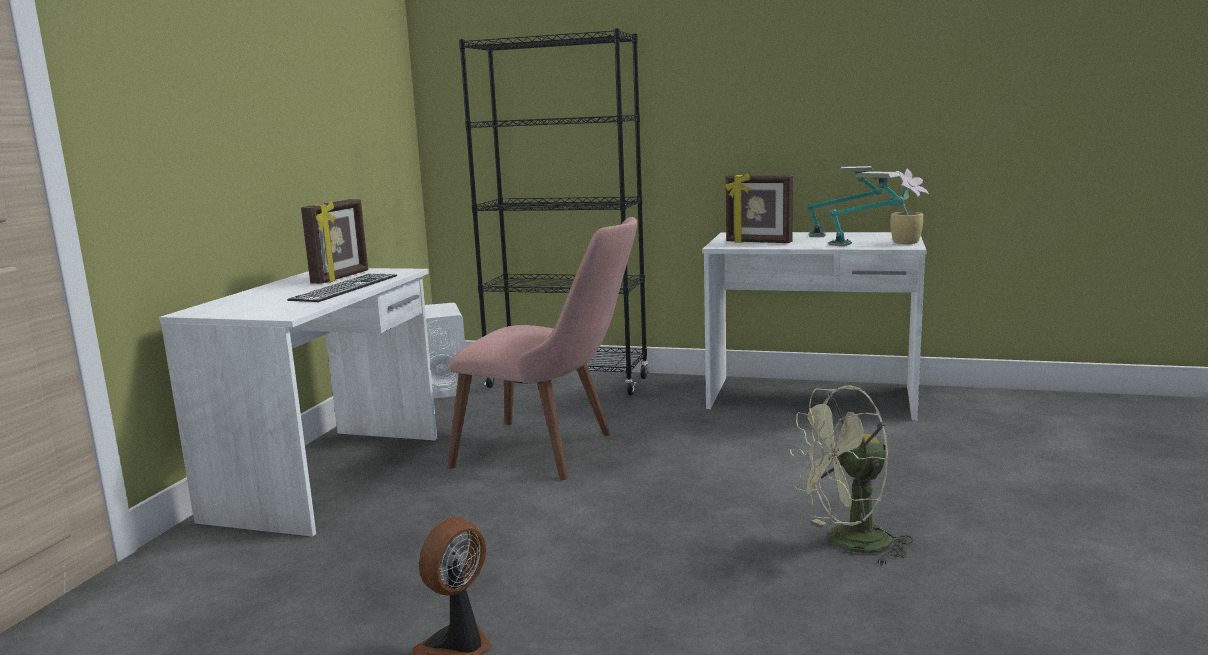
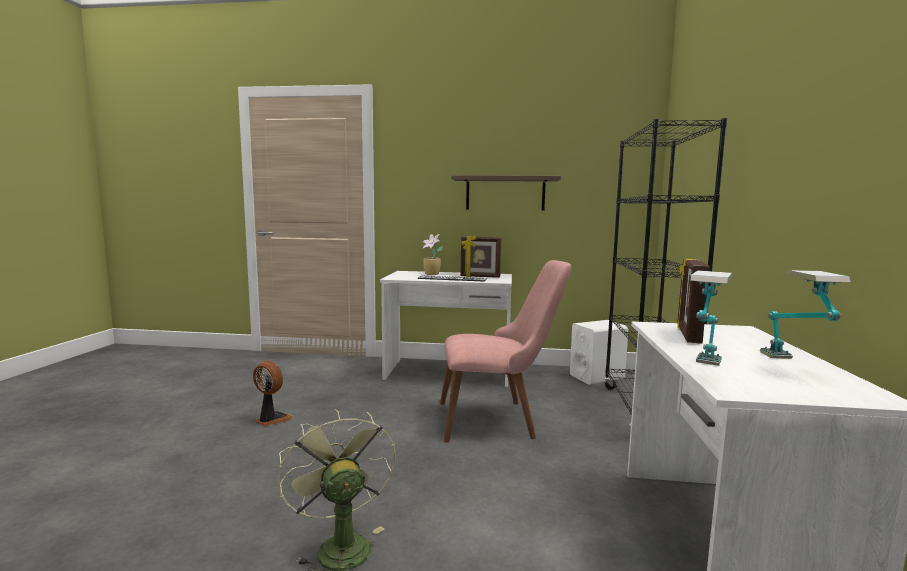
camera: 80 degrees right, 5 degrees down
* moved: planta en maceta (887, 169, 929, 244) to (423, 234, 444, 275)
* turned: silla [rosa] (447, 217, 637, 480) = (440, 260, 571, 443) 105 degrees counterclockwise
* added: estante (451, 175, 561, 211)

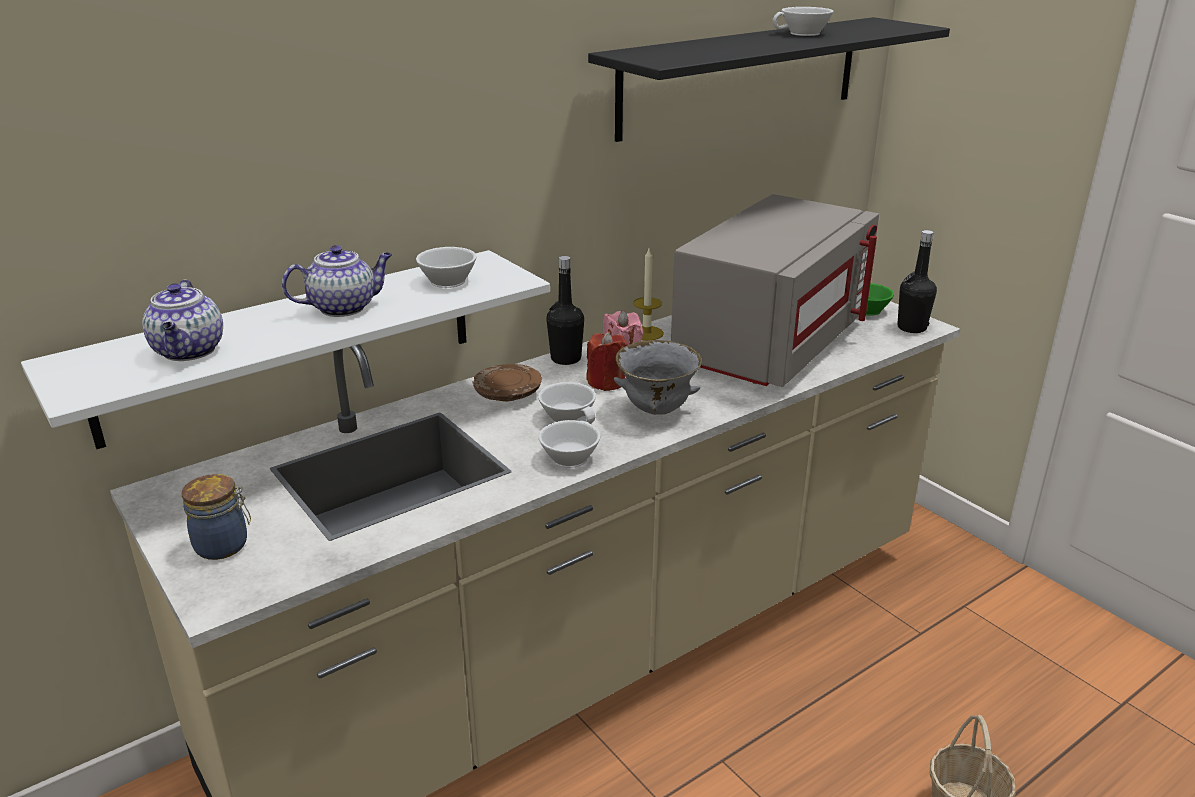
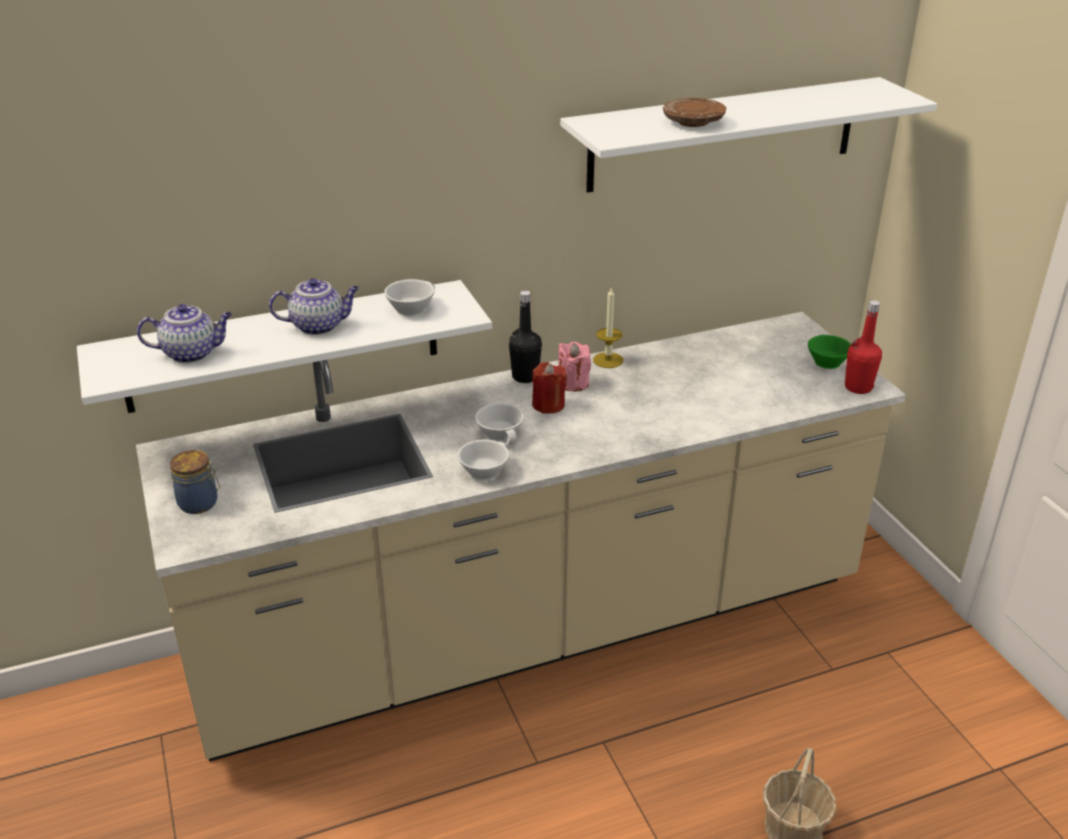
camera: 15 degrees right, 5 degrees up
* removed: taza [blanco] (772, 7, 833, 36)
* recoloured: estante [negro] (588, 17, 950, 142) to estante [blanco] (560, 77, 937, 193)
* removed: microondas [gris] (671, 194, 879, 387)
* recoloured: botella [negro] (897, 230, 937, 333) to botella [rojo] (845, 300, 882, 394)
* turned: tetera (142, 279, 223, 361) = (137, 304, 232, 363) 105 degrees counterclockwise
* removed: cuenco [gris] (614, 340, 702, 415)
* moved: plato [marrón] (473, 364, 542, 401) to (663, 98, 726, 127)

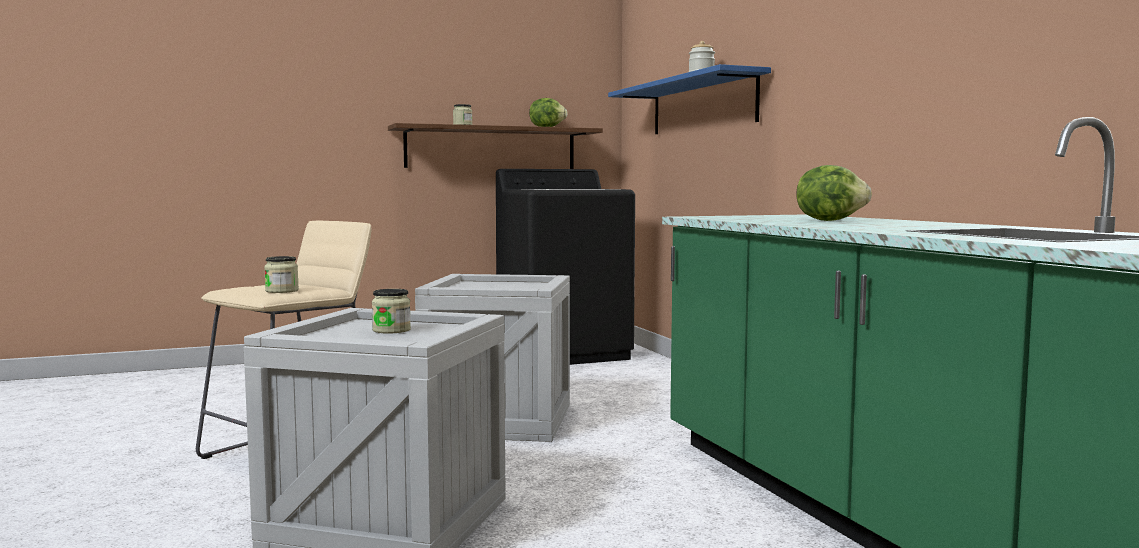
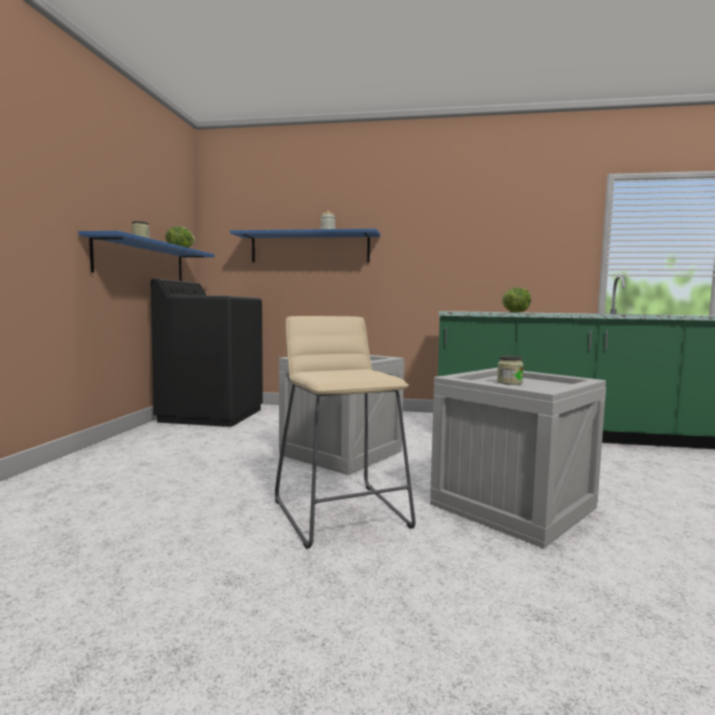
camera: 60 degrees left, 0 degrees up
* recoloured: estante [marrón] (388, 123, 603, 169) to estante [azul] (79, 231, 215, 281)
* removed: tarro (264, 256, 299, 293)

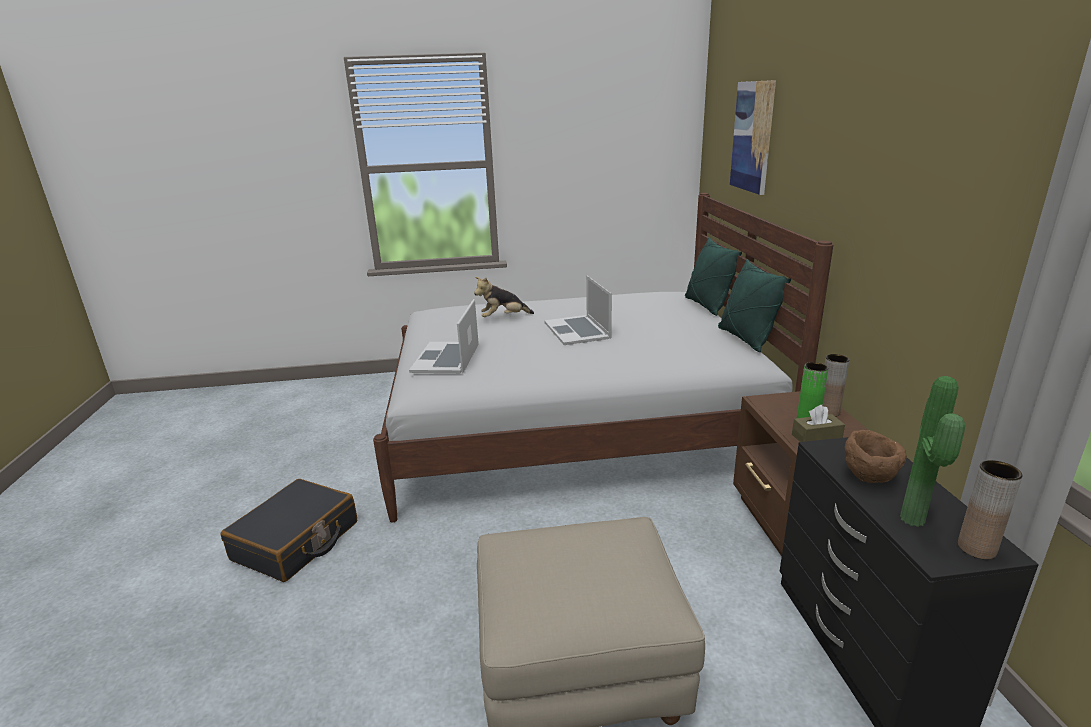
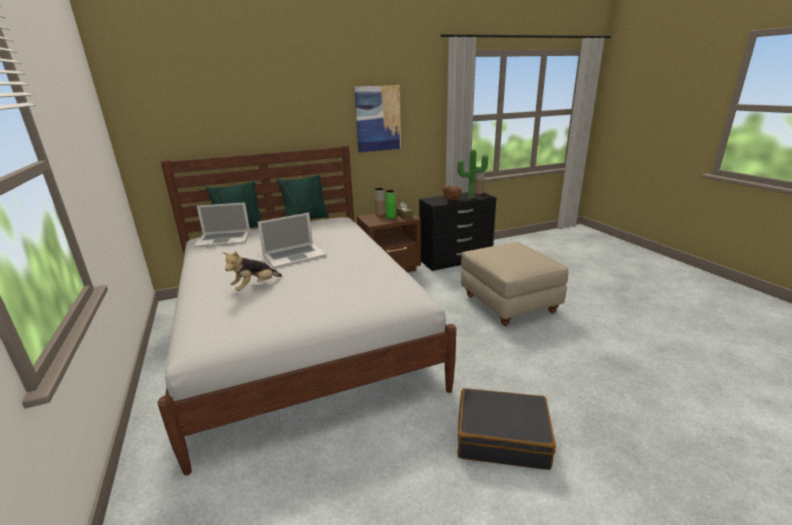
camera: 105 degrees left, 0 degrees up
* moved: cuadro (730, 80, 776, 195) to (354, 85, 401, 152)
* turned: peluche (474, 277, 534, 317) = (222, 251, 282, 291) 75 degrees clockwise
* moved: portátil (409, 299, 479, 373) to (194, 202, 250, 247)

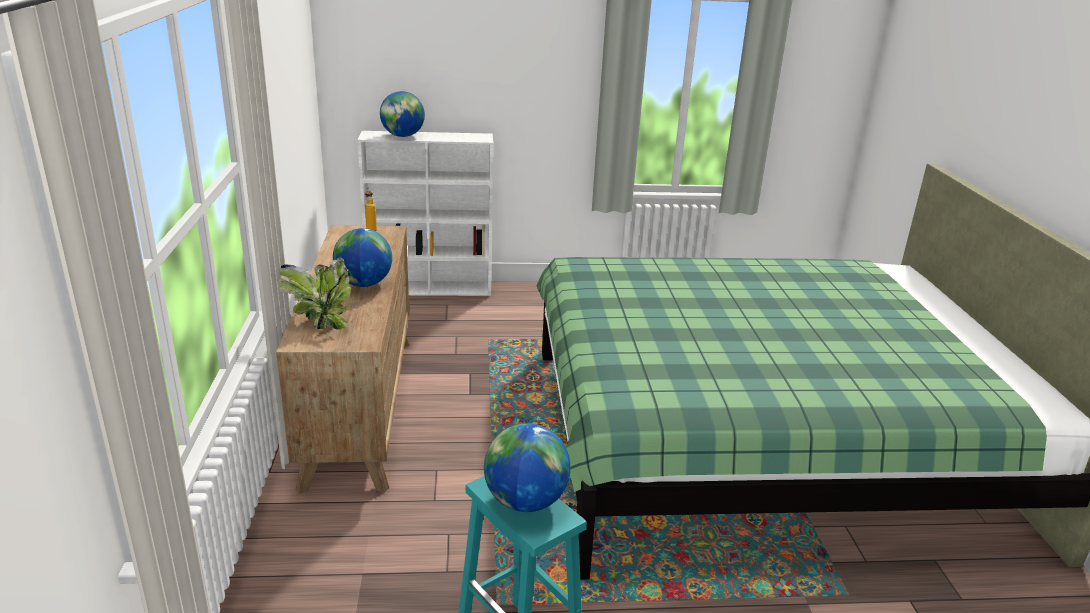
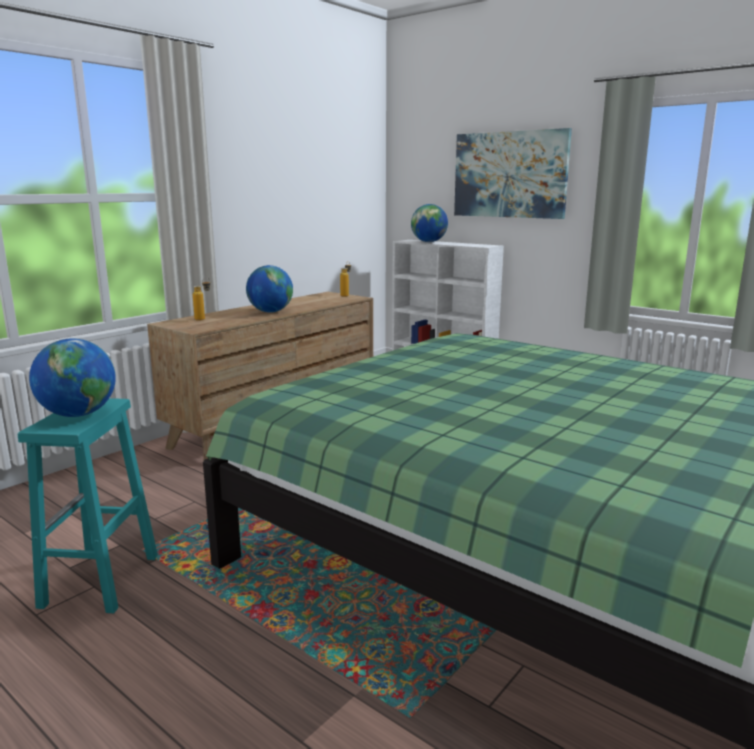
camera: 45 degrees right, 10 degrees down
* replaced: planta en maceta (278, 257, 351, 330) to botella (193, 278, 211, 321)
* added: cuadro (454, 128, 572, 219)

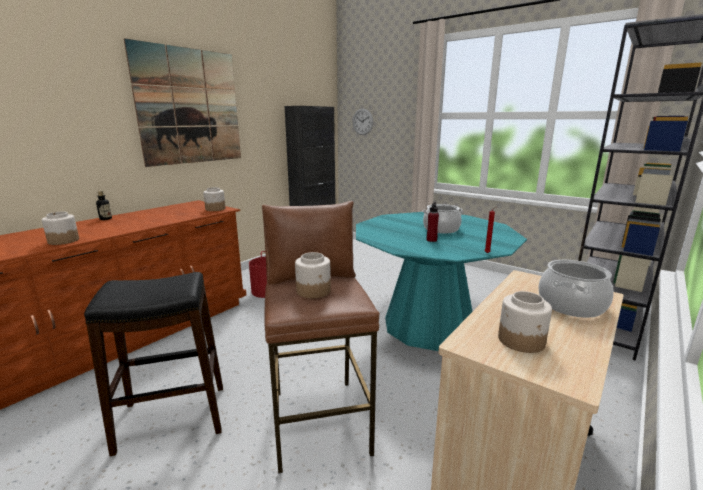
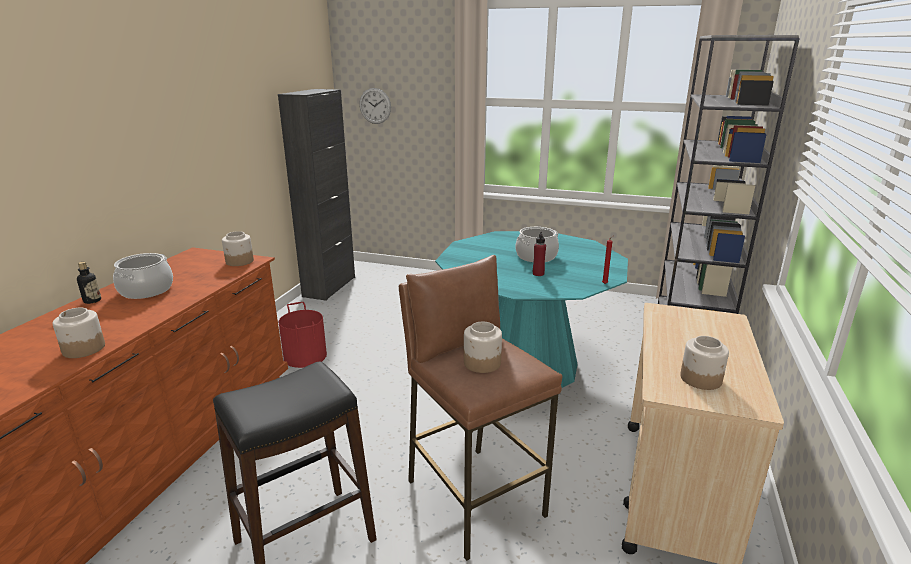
camera: 20 degrees left, 5 degrees up
* removed: cuadro (124, 38, 241, 167)
* moved: olla (538, 260, 614, 318) to (113, 253, 173, 299)

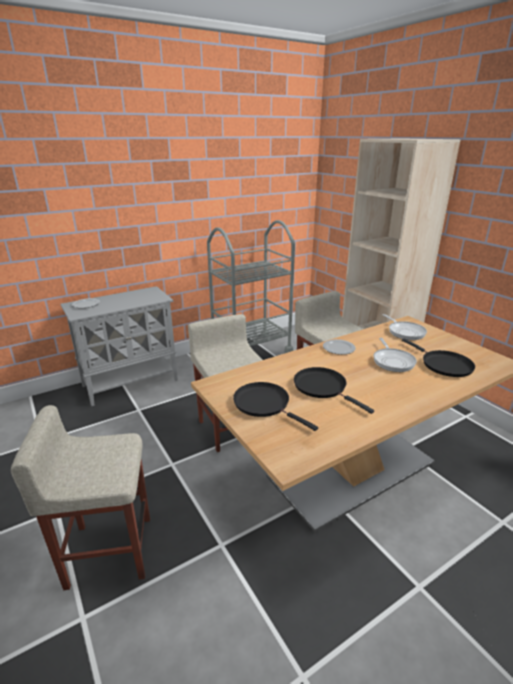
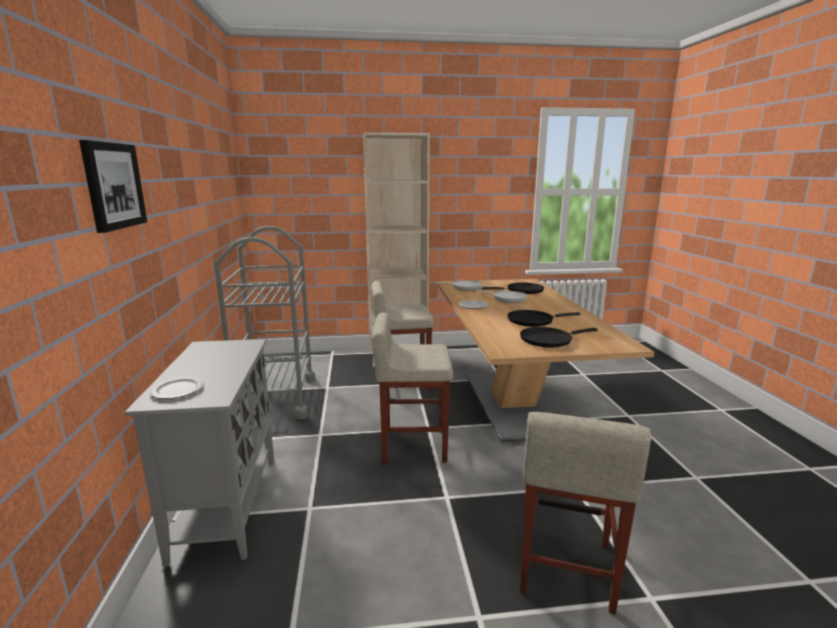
camera: 65 degrees left, 10 degrees down
* added: cuadro (79, 140, 147, 233)

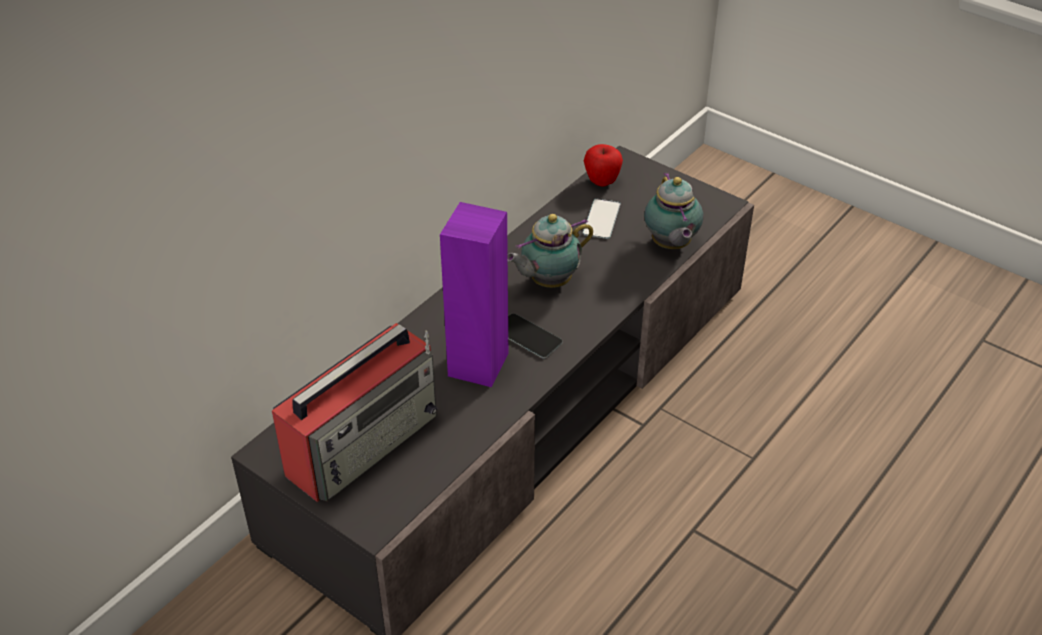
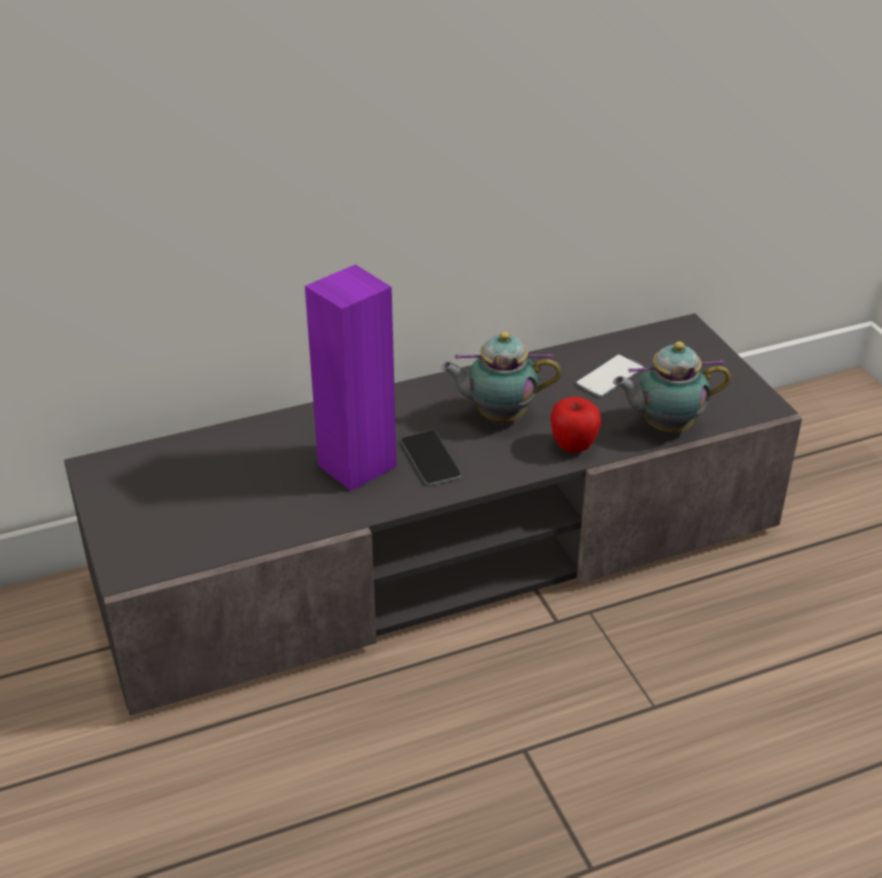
camera: 30 degrees right, 5 degrees down
* moved: manzana (584, 144, 623, 187) to (550, 397, 601, 453)
* turned: tetera (644, 172, 703, 249) = (613, 342, 731, 432) 60 degrees clockwise
* removed: radio (272, 323, 437, 502)

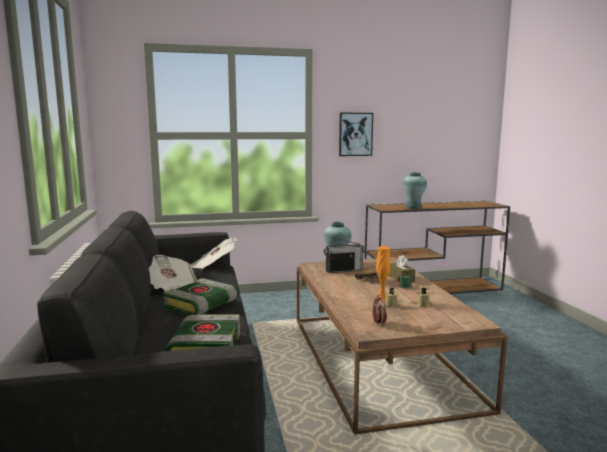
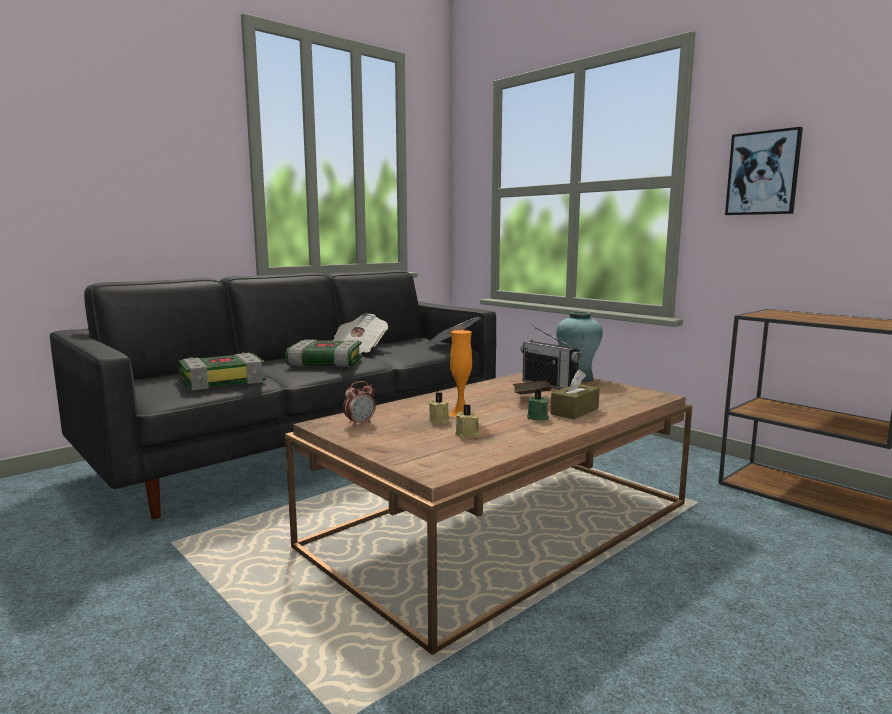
camera: 60 degrees right, 0 degrees up
* removed: florero [turquesa] (403, 172, 427, 209)

